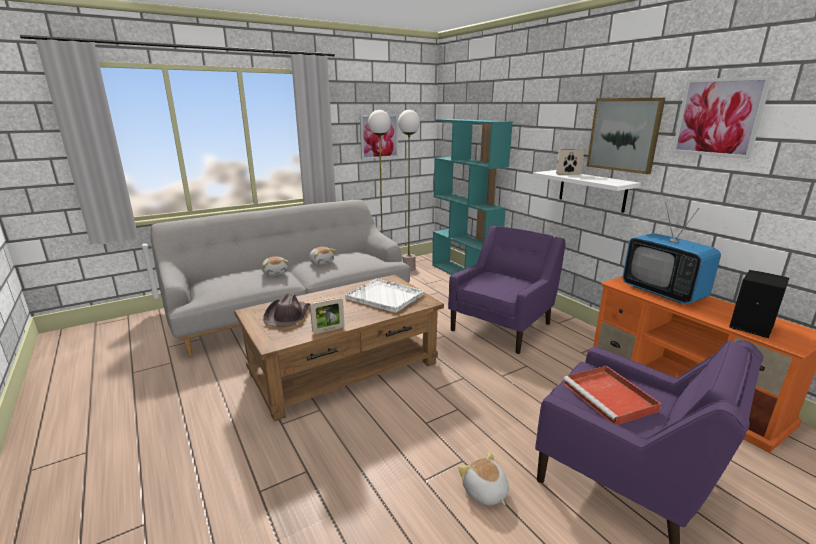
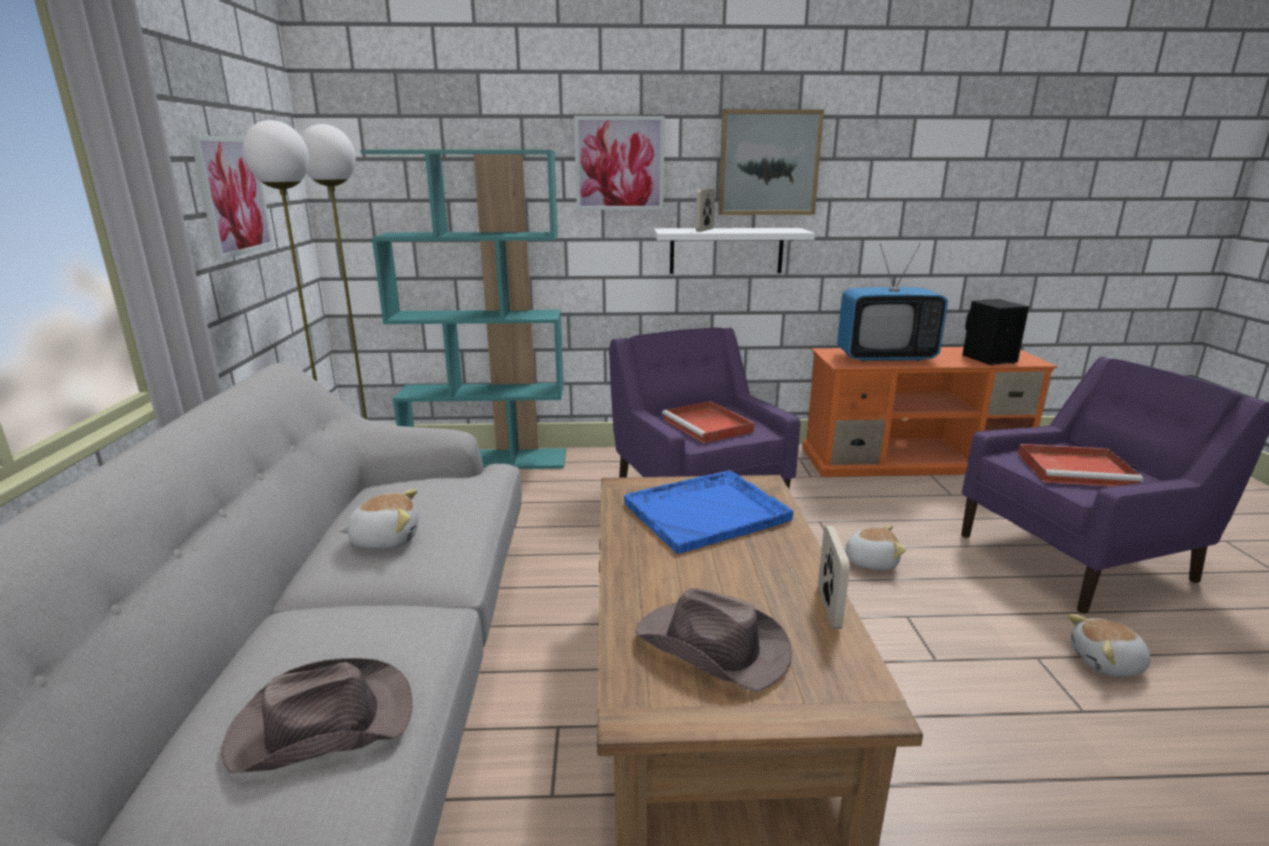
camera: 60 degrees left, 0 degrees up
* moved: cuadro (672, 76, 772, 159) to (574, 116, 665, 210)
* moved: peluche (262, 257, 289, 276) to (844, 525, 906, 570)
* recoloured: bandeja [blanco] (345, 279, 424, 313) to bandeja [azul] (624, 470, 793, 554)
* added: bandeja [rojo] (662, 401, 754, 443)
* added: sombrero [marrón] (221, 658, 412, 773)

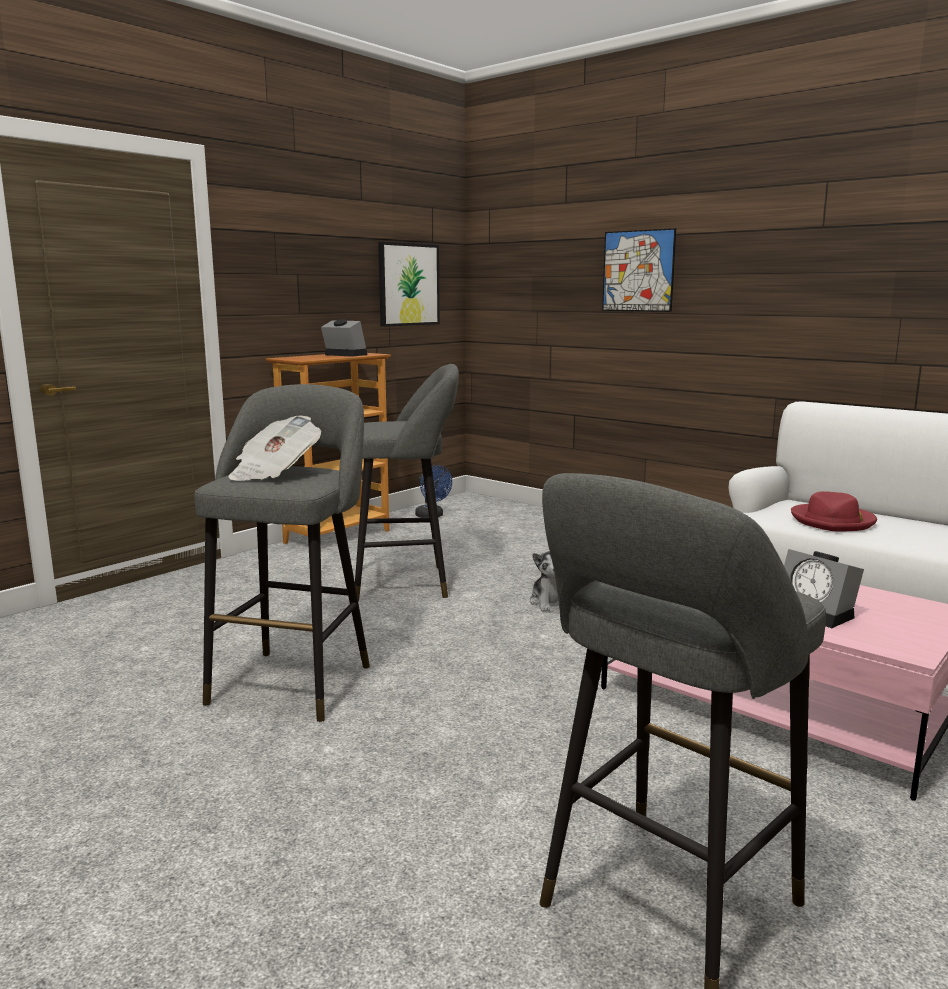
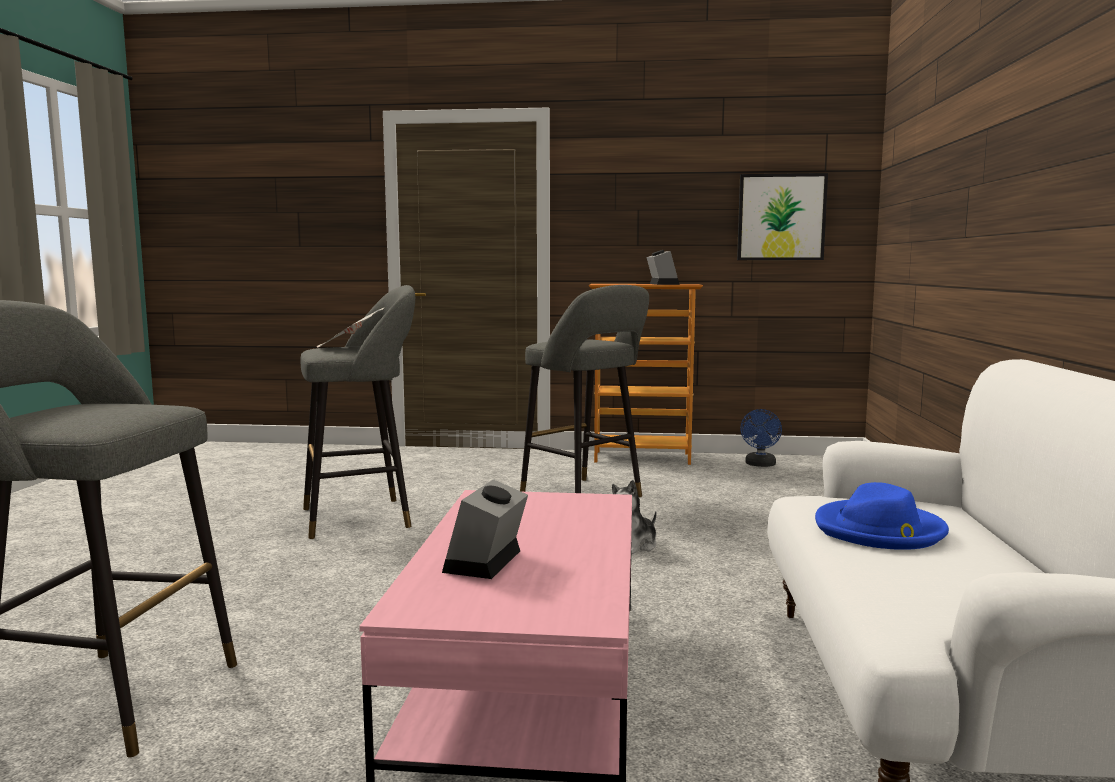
camera: 55 degrees right, 5 degrees down
* removed: cuadro (602, 228, 676, 312)
* recoloured: sombrero [rojo] (791, 491, 877, 531) to sombrero [azul] (815, 482, 949, 550)

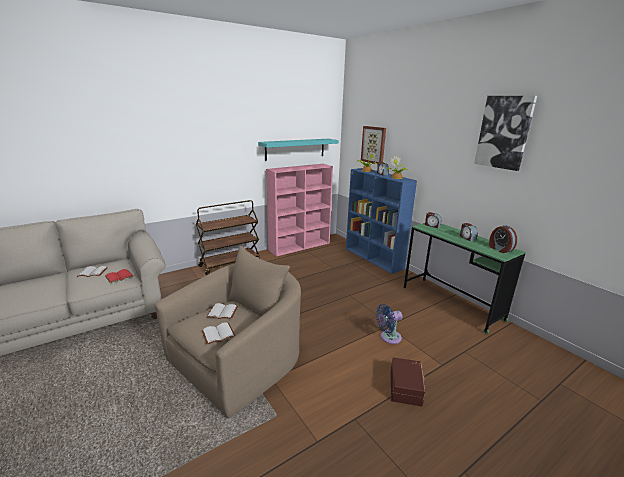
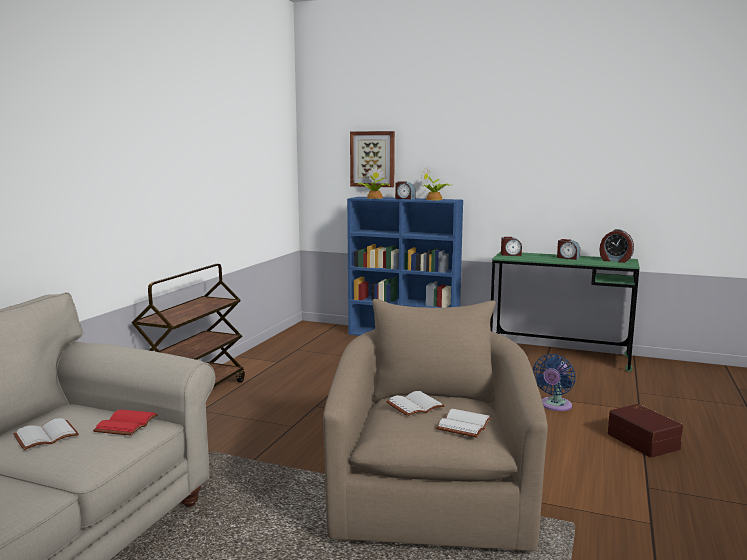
camera: 35 degrees left, 10 degrees down
* removed: cuadro (474, 96, 537, 171)
* removed: estante [turquesa] (258, 139, 339, 161)
* removed: estantería [rosa] (266, 164, 333, 257)

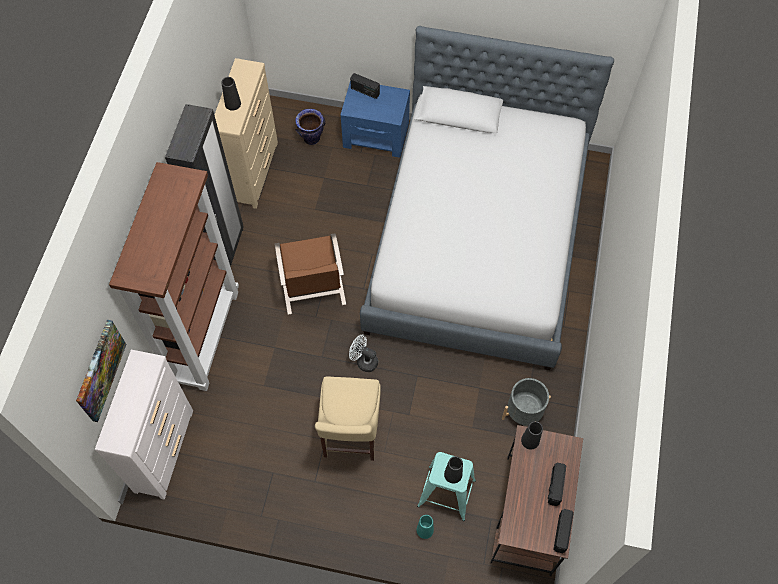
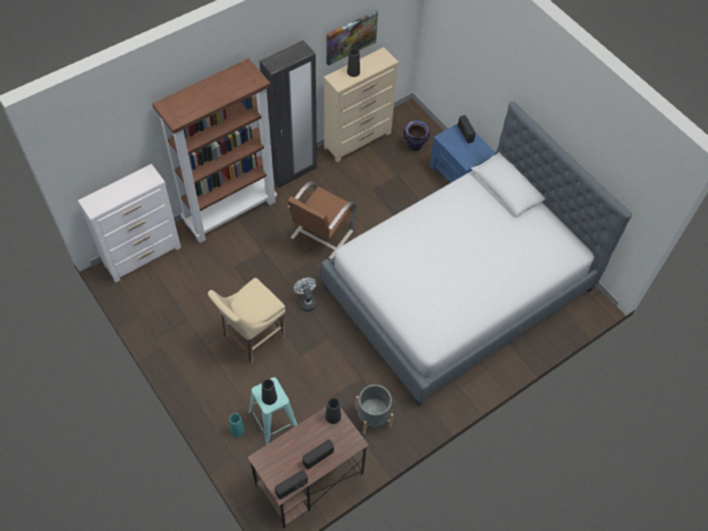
camera: 40 degrees right, 5 degrees down
* moved: cuadro (76, 320, 127, 422) to (326, 11, 378, 66)

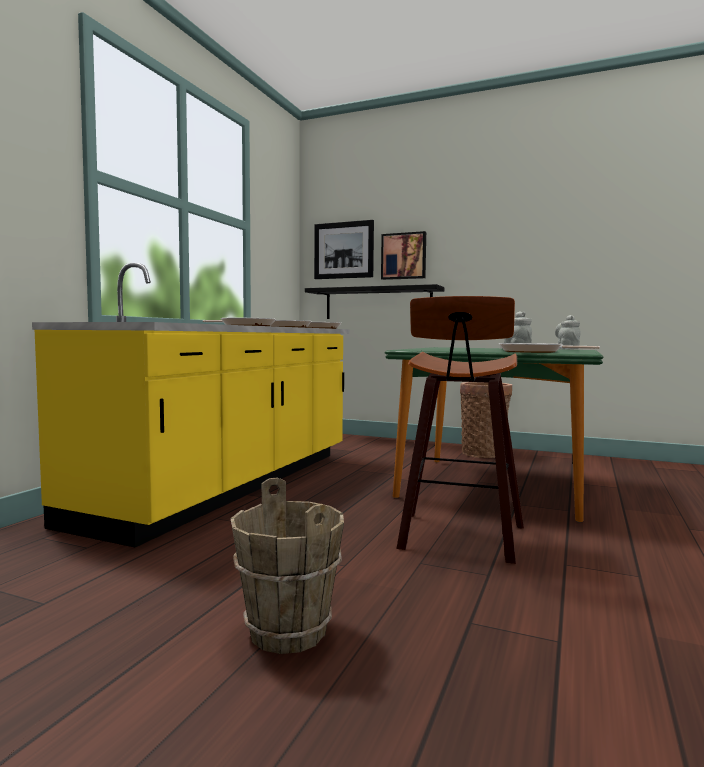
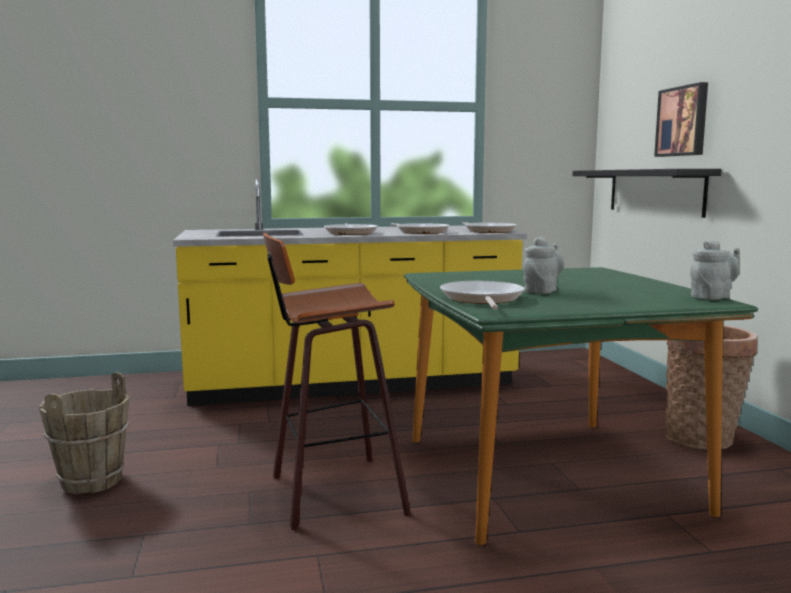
camera: 55 degrees right, 5 degrees up
* removed: cuadro (314, 220, 374, 279)

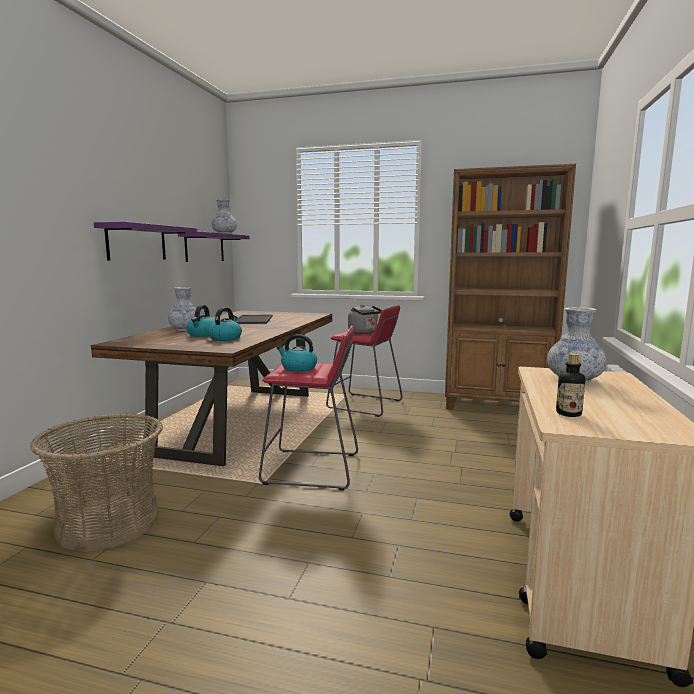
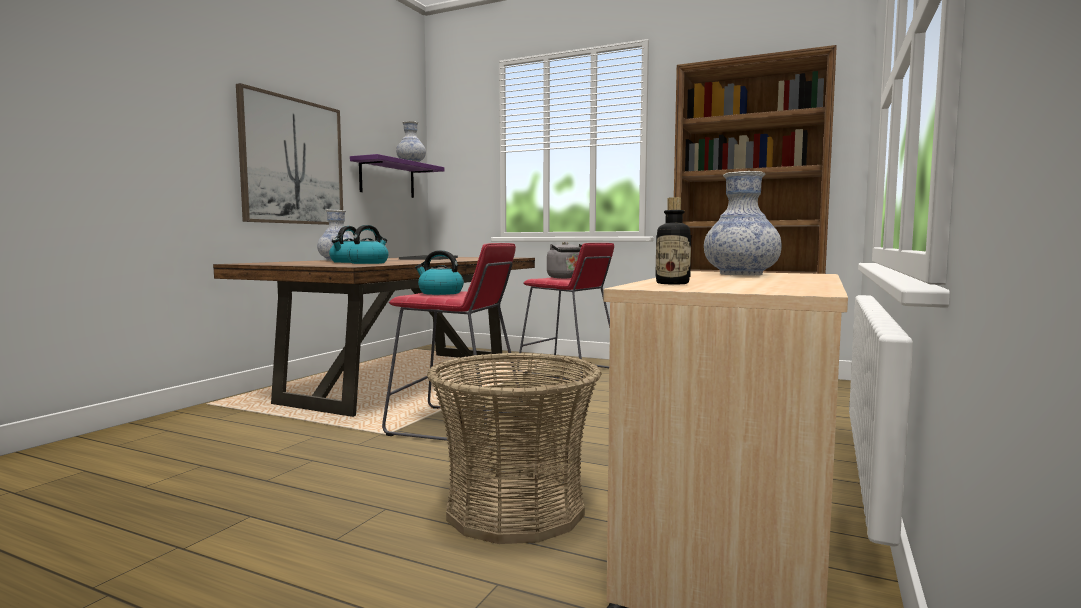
camera: 10 degrees right, 5 degrees down
* replaced: estante [morado] (94, 222, 197, 260) to cuadro (236, 83, 343, 225)
* moved: cesta (30, 413, 163, 552) to (427, 352, 602, 544)

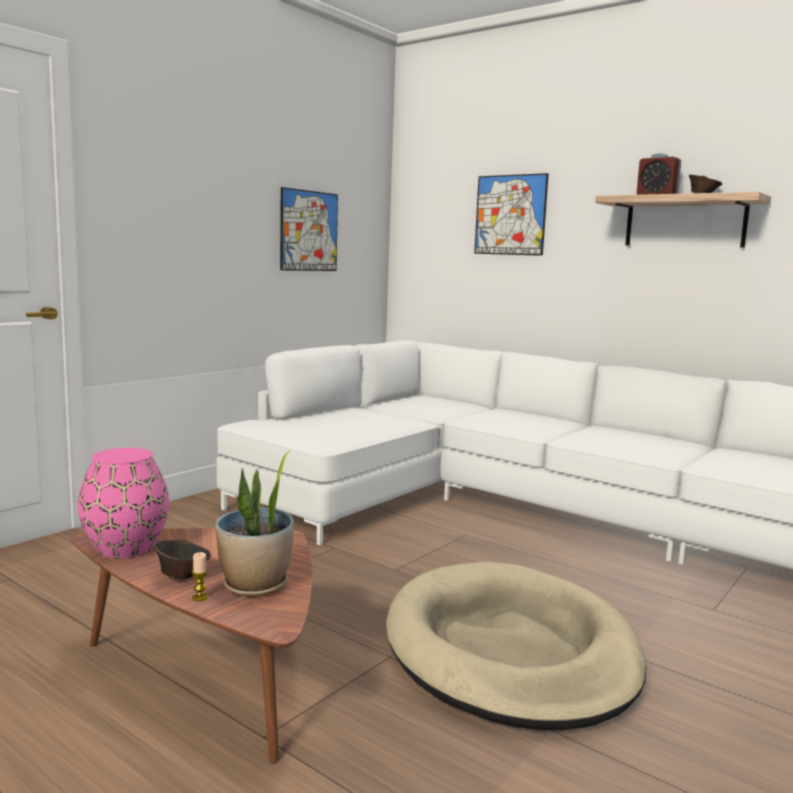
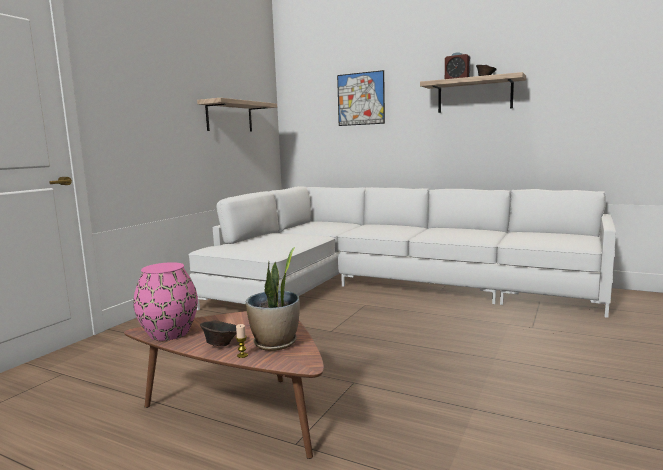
camera: 10 degrees left, 0 degrees up
* replaced: cuadro (280, 187, 338, 271) to estante (197, 98, 277, 132)
* removed: cama para perro [beis] (386, 562, 646, 730)

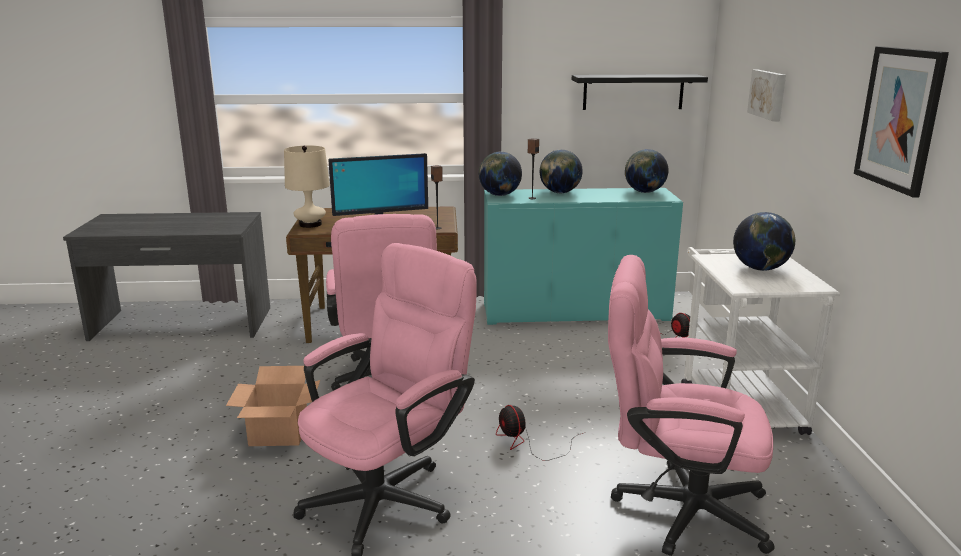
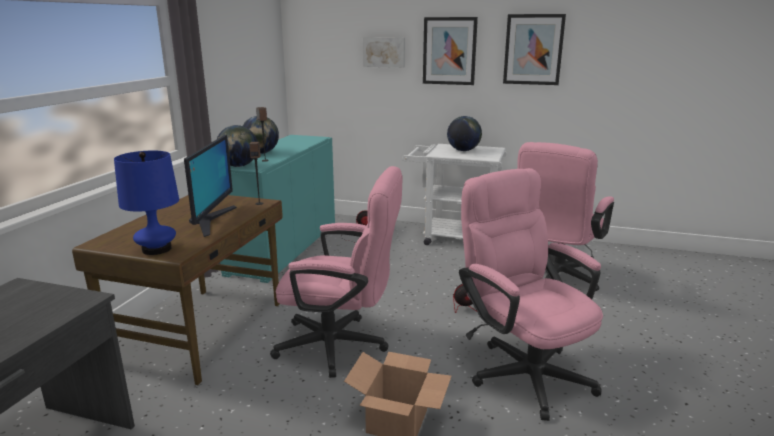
camera: 70 degrees left, 0 degrees up
* removed: estante [negro] (572, 74, 708, 110)
* recoloured: lámpara de mesa [beis] (284, 146, 330, 228) to lámpara de mesa [azul] (114, 151, 179, 255)
* removed: globo terráqueo (625, 149, 668, 193)
* added: cuadro (423, 17, 478, 85)

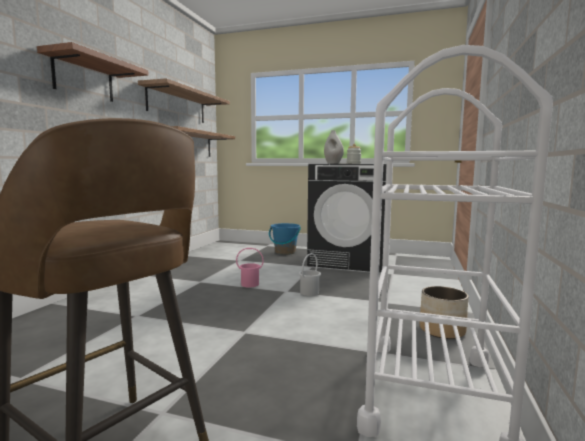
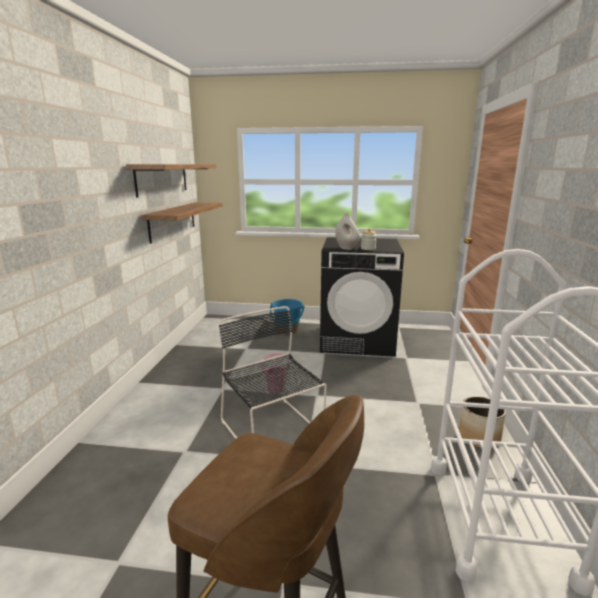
camera: 10 degrees left, 10 degrees up
* removed: estante (37, 42, 148, 102)
* removed: cubo [blanco] (299, 253, 321, 296)
* added: silla [negro] (219, 306, 327, 439)

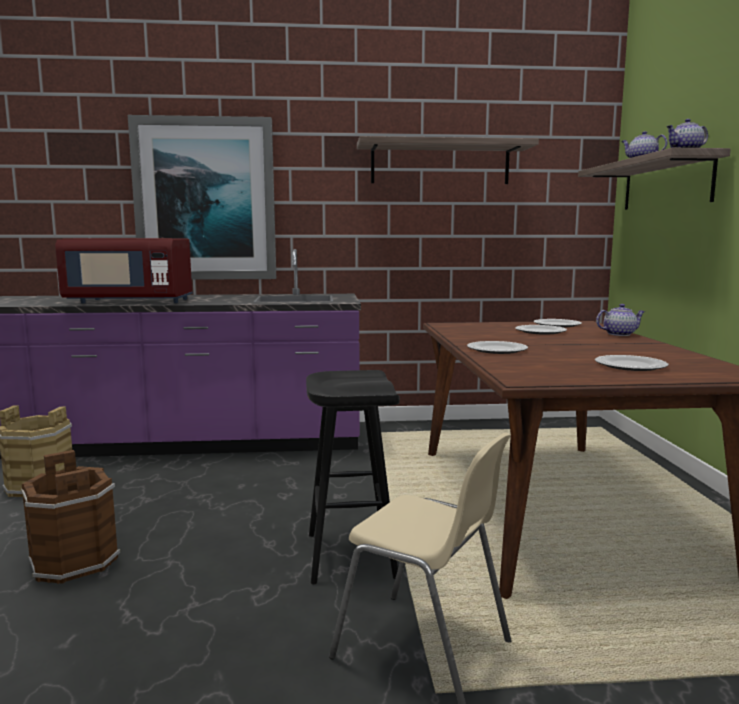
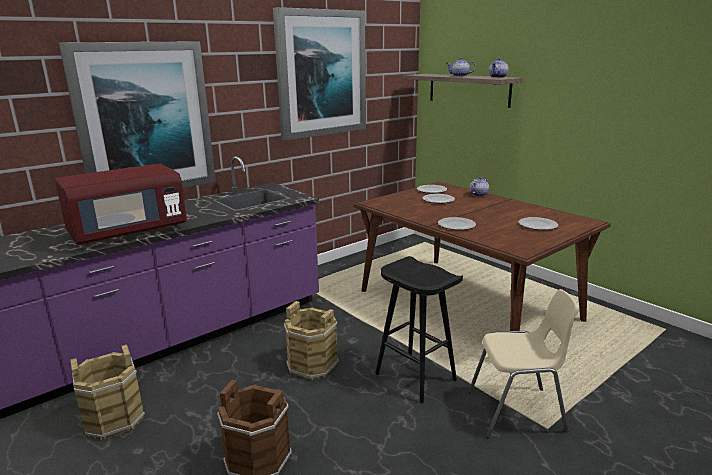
camera: 35 degrees left, 10 degrees up
* replaced: estante (357, 136, 539, 184) to cuadro (273, 7, 366, 140)
* added: cubo [marrón] (284, 301, 338, 380)

